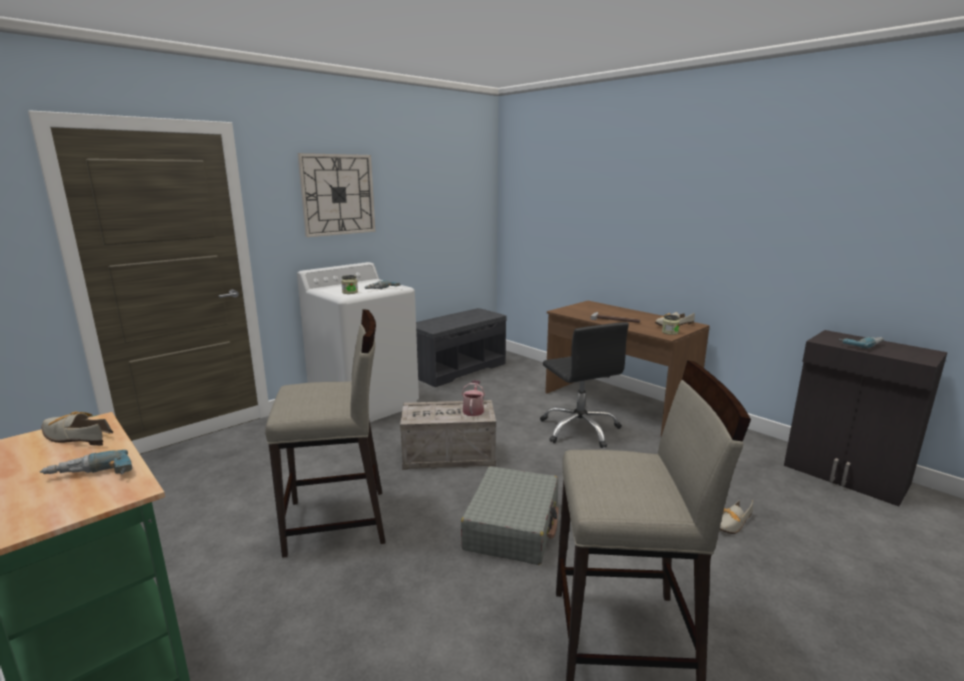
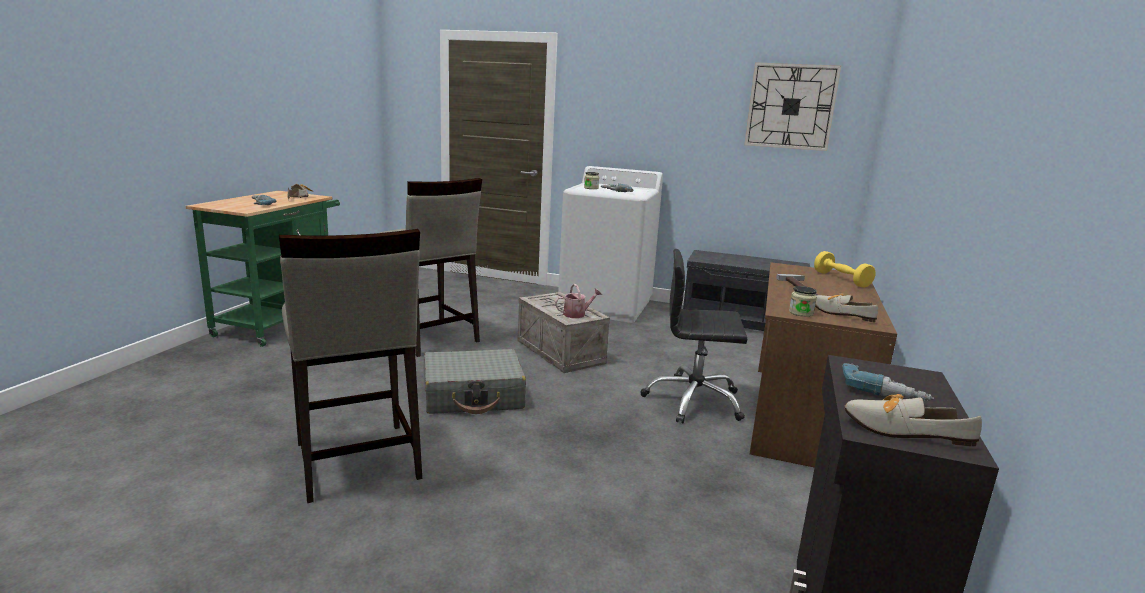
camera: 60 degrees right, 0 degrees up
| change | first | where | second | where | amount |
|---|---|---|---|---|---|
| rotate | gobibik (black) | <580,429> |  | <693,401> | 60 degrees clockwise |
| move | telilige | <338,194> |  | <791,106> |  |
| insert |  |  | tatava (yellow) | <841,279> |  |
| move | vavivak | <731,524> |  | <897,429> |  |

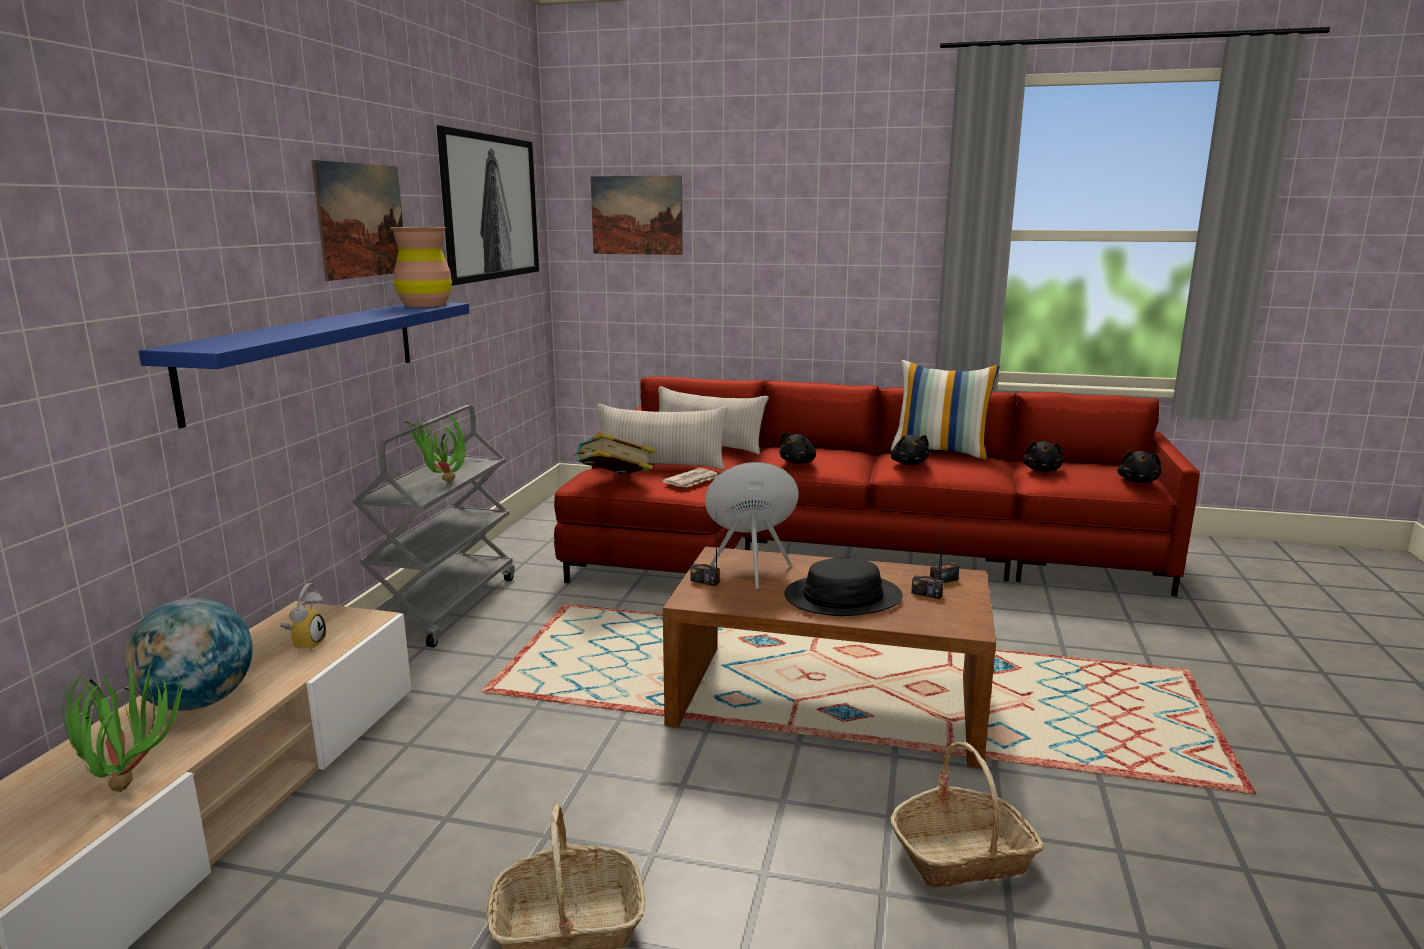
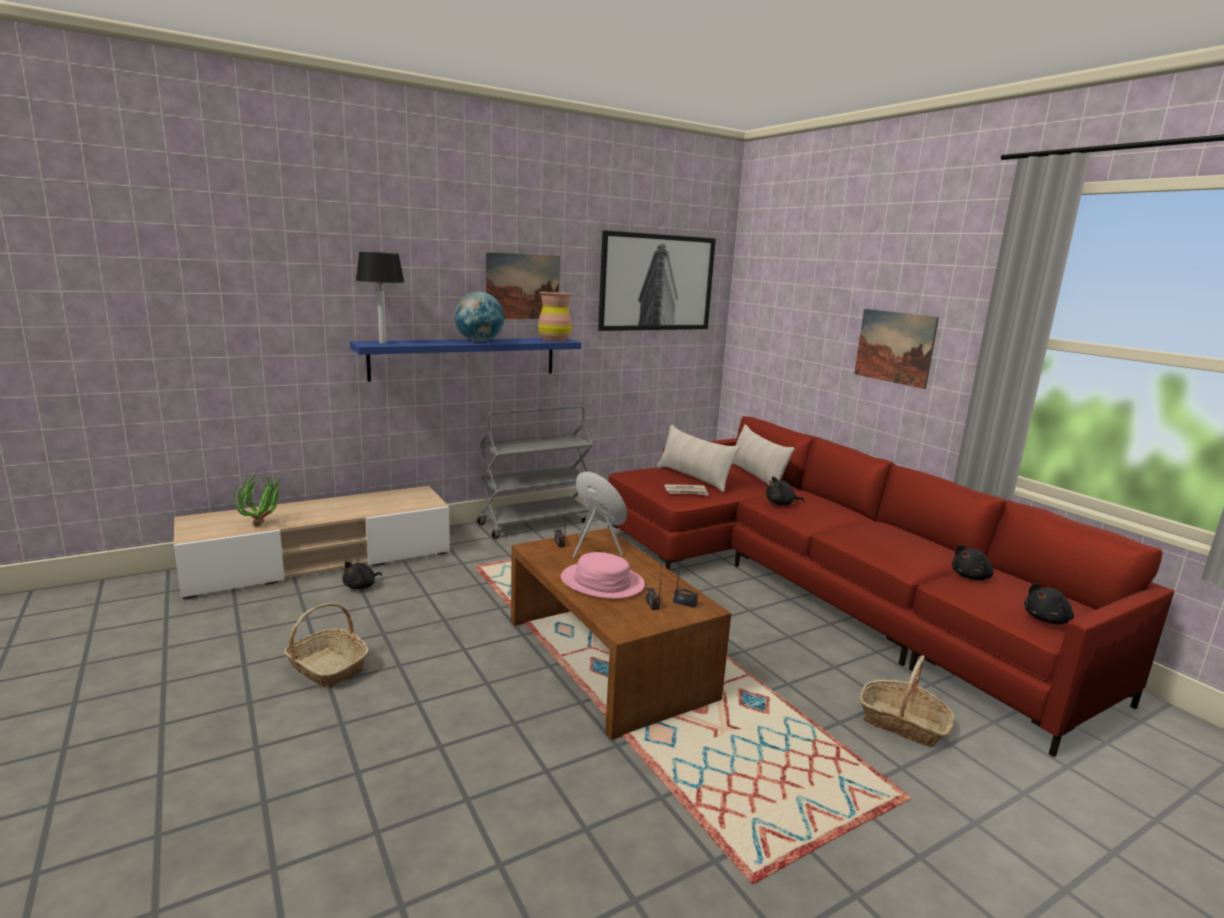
camera: 45 degrees right, 0 degrees up
| change | first | where | second | where | amount |
|---|---|---|---|---|---|
| move | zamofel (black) | <908,463> |  | <361,586> |  |
| insert |  |  | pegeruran | <382,342> |  |
| move | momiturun | <198,702> |  | <479,341> |  |
| recolor | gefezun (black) | <843,598> | gefezun (pink) | <602,582> |  |
| move | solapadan | <637,215> |  | <894,347> |  |
| move | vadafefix | <963,856> |  | <903,723> |  |
| delete | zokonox | <306,645> |  |  |  |
| delete | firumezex | <442,484> |  |  |  |
| delete | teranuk | <614,482> |  |  |  |
| delete | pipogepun | <940,452> |  |  |  |

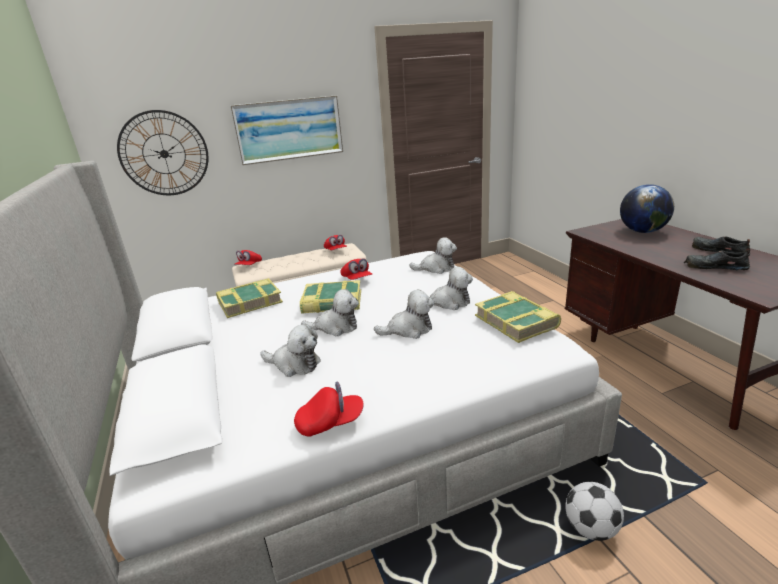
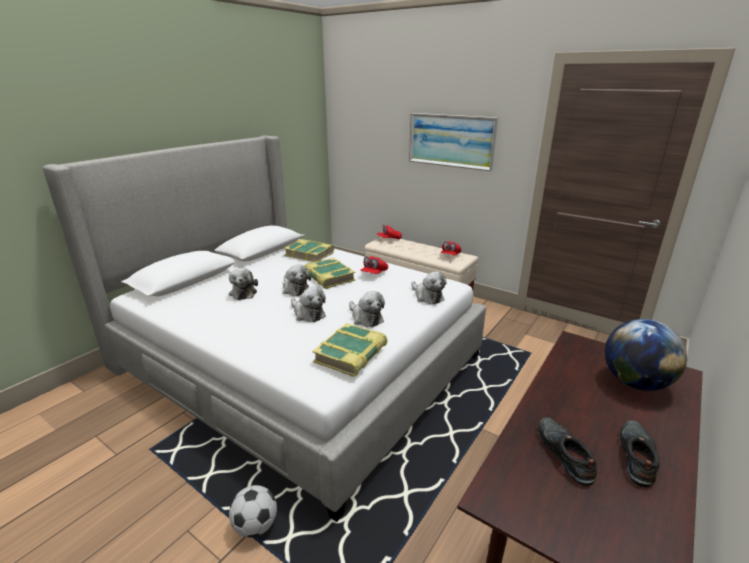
camera: 55 degrees right, 0 degrees up
| change | first | where | second | where | amount |
|---|---|---|---|---|---|
| delete | telilige | <164,154> |  |  |  |
| delete | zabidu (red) | <330,423> |  |  |  |

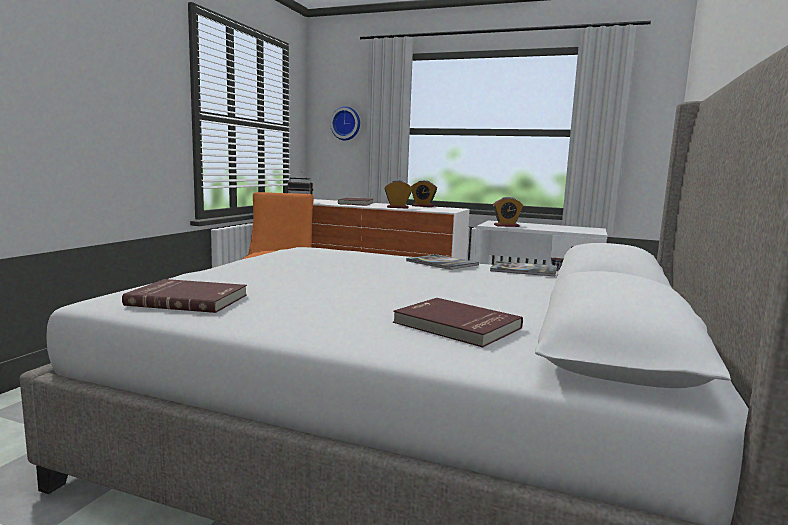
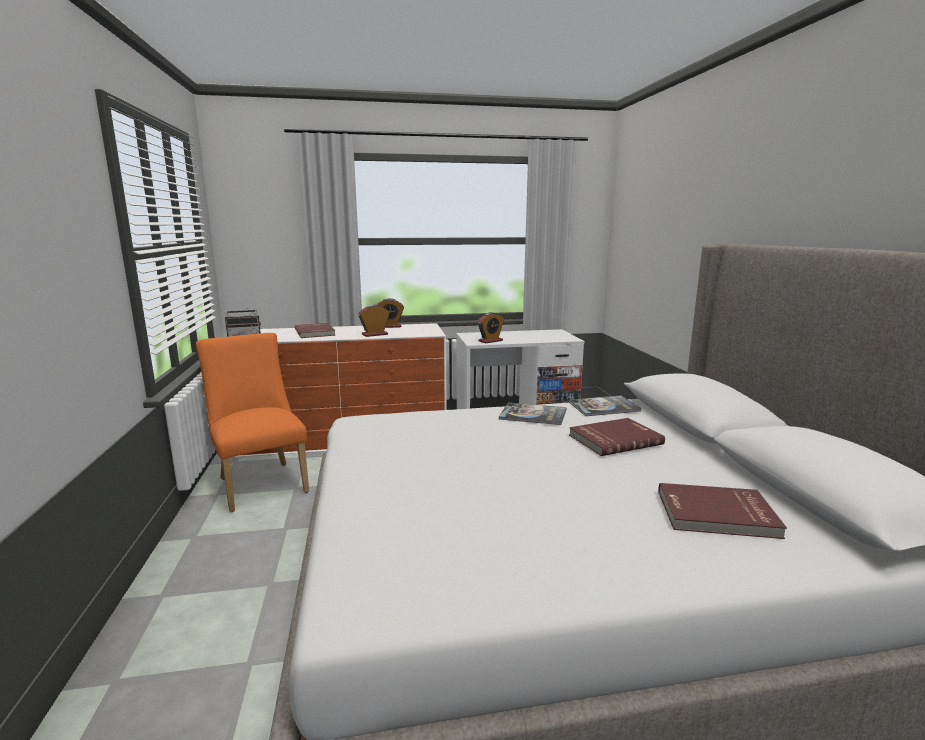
camera: 30 degrees left, 5 degrees up
| change | first | where | second | where | amount |
|---|---|---|---|---|---|
| move | teranuk (red) | <189,299> |  | <614,439> |  |
| delete | telilige | <346,123> |  |  |  |

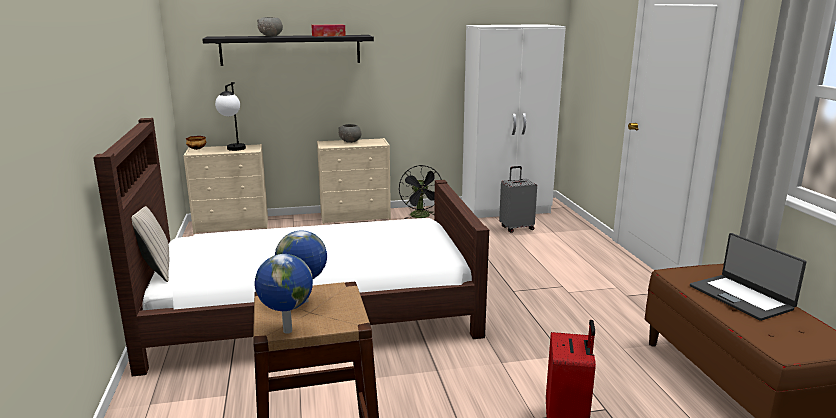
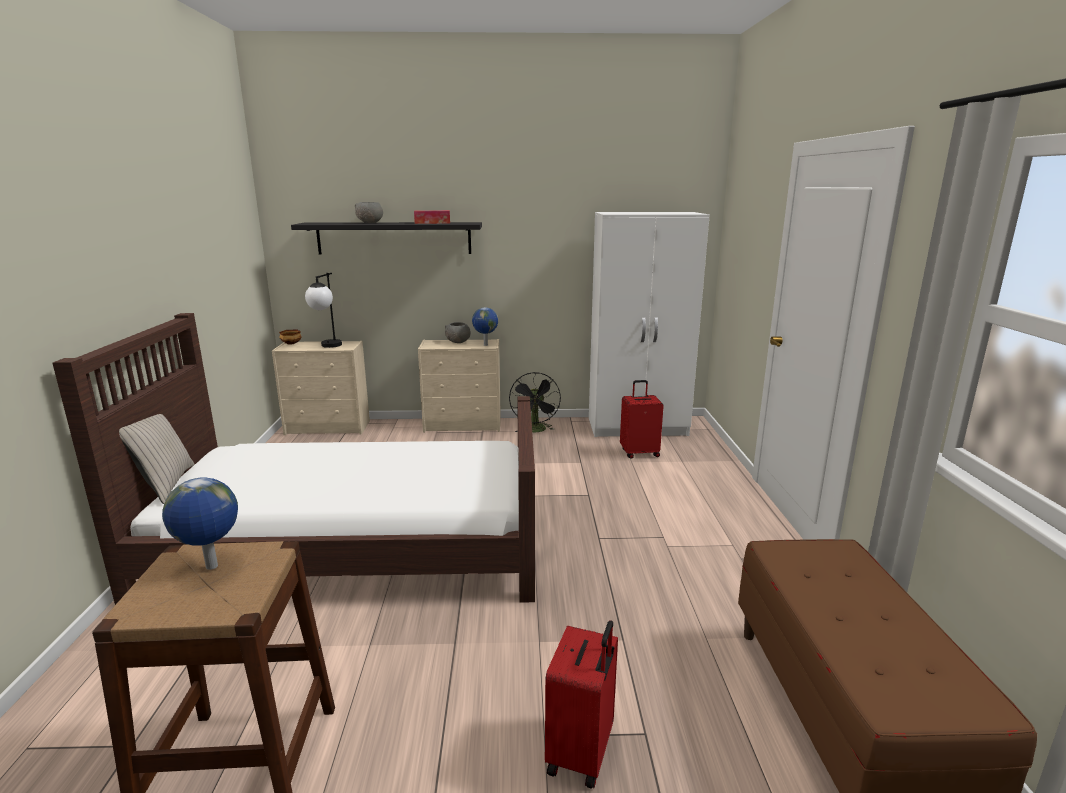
camera: 10 degrees right, 0 degrees up
| change | first | where | second | where | amount |
|---|---|---|---|---|---|
| move | momiturun | <286,331> |  | <485,345> |  |
| recolor | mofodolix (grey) | <516,228> | mofodolix (red) | <639,453> |  |
| delete | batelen | <741,297> |  |  |  |

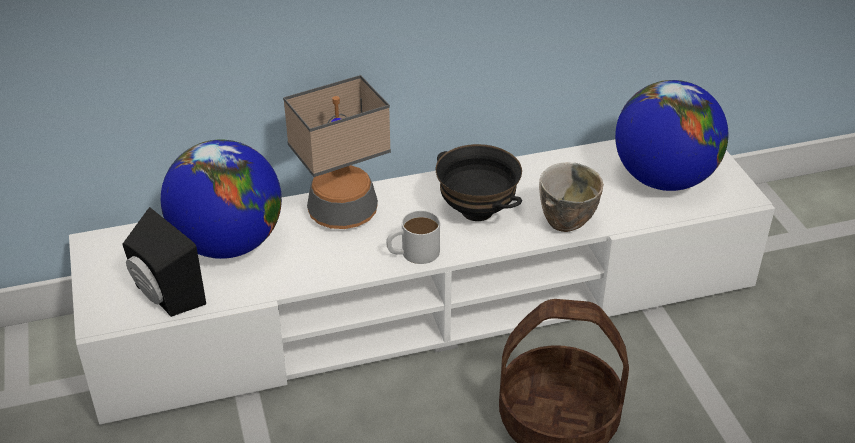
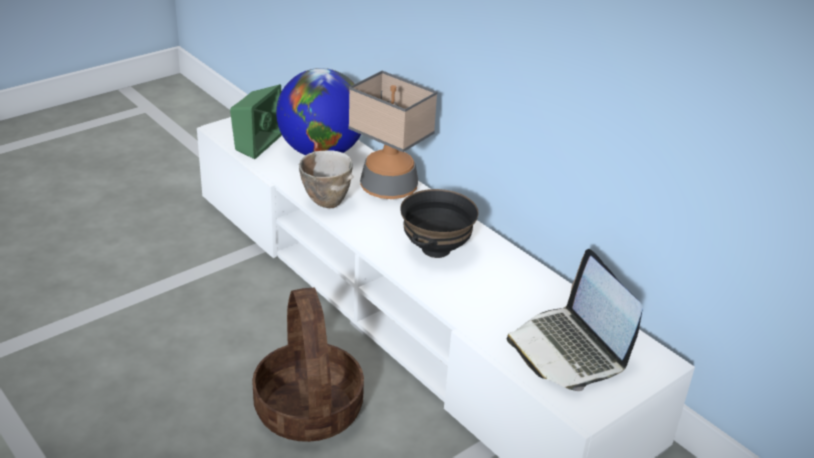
camera: 65 degrees right, 5 degrees down
| change | first | where | second | where | amount |
|---|---|---|---|---|---|
| recolor | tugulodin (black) | <164,297> | tugulodin (green) | <254,143> |  |
| move | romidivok | <564,226> |  | <324,202> |  |
| replace | momiturun | <663,179> | batelen | <569,350> |  |
| delete | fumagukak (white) | <413,253> |  |  |  |

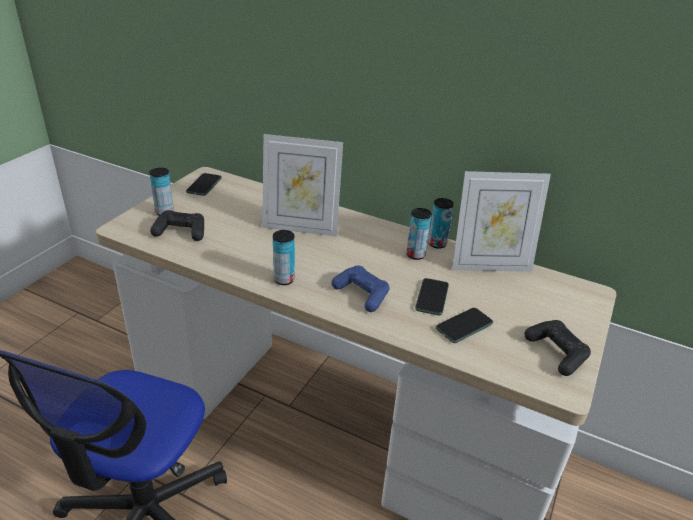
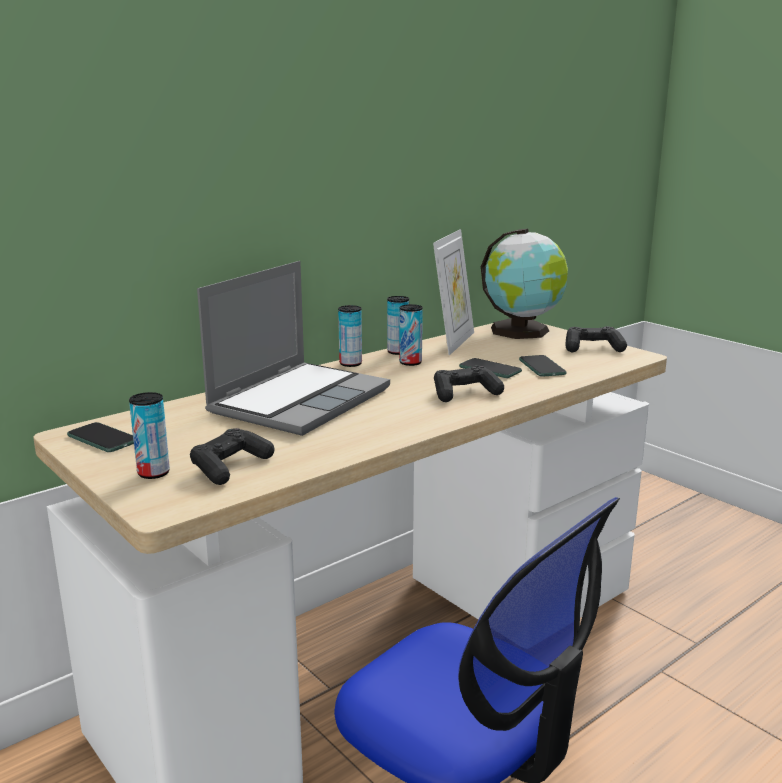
camera: 65 degrees left, 15 degrees down
| change | first | where | second | where | amount |
|---|---|---|---|---|---|
| replace | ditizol | <300,228> | batelen | <300,400> |  |
| move | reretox | <284,279> |  | <350,364> |  |
| recolor | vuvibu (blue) | <361,294> | vuvibu (black) | <465,393> |  |
| insert |  |  | momiturun | <522,331> |  |

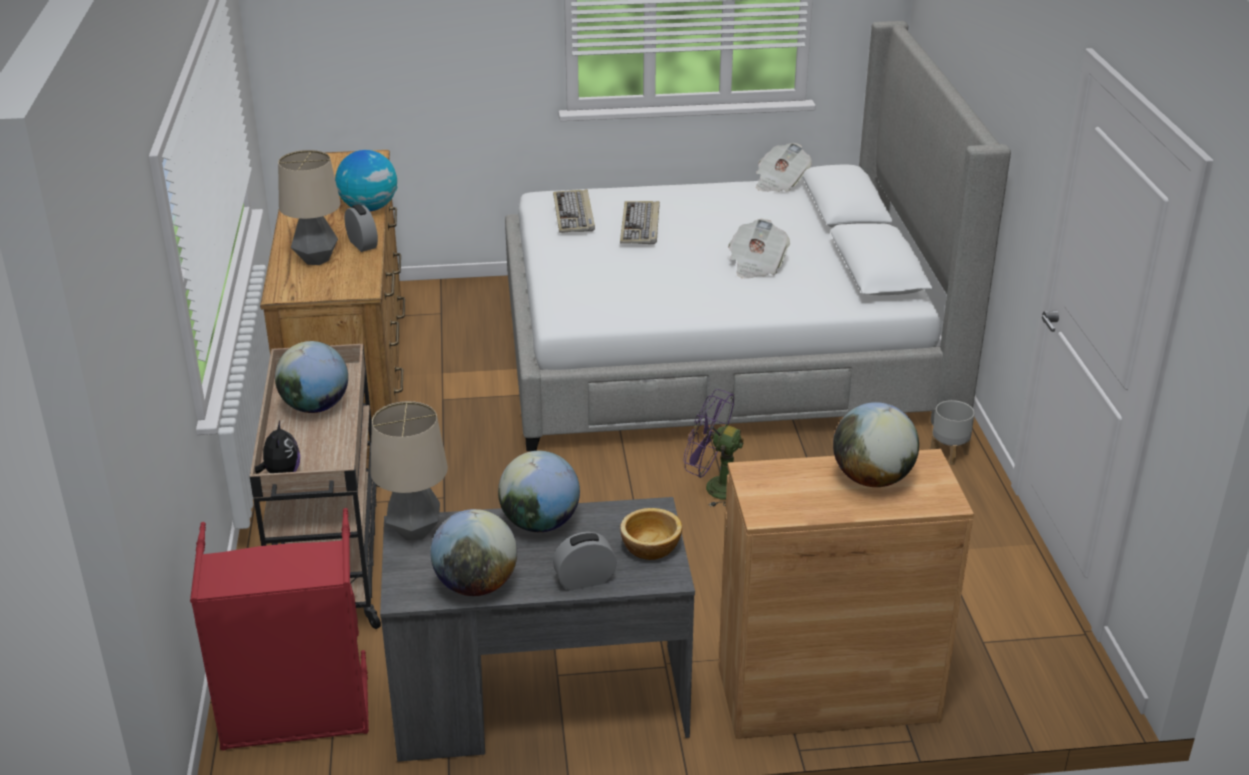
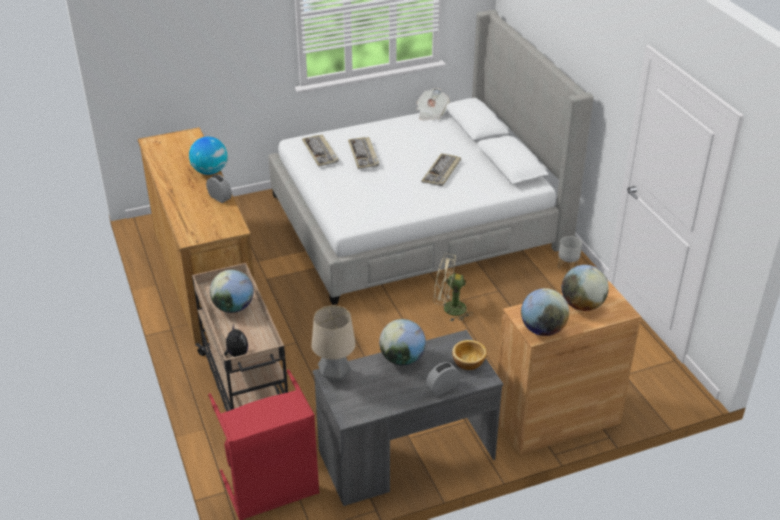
camera: 15 degrees left, 5 degrees up
| change | first | where | second | where | amount |
|---|---|---|---|---|---|
| replace | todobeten | <756,265> | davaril | <441,172> |  |
| recolor | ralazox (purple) | <715,487> | ralazox (beige) | <449,309> |  |
| move | momiturun | <476,585> |  | <542,330> |  |
| delete | pegeruran | <316,260> |  |  |  |

